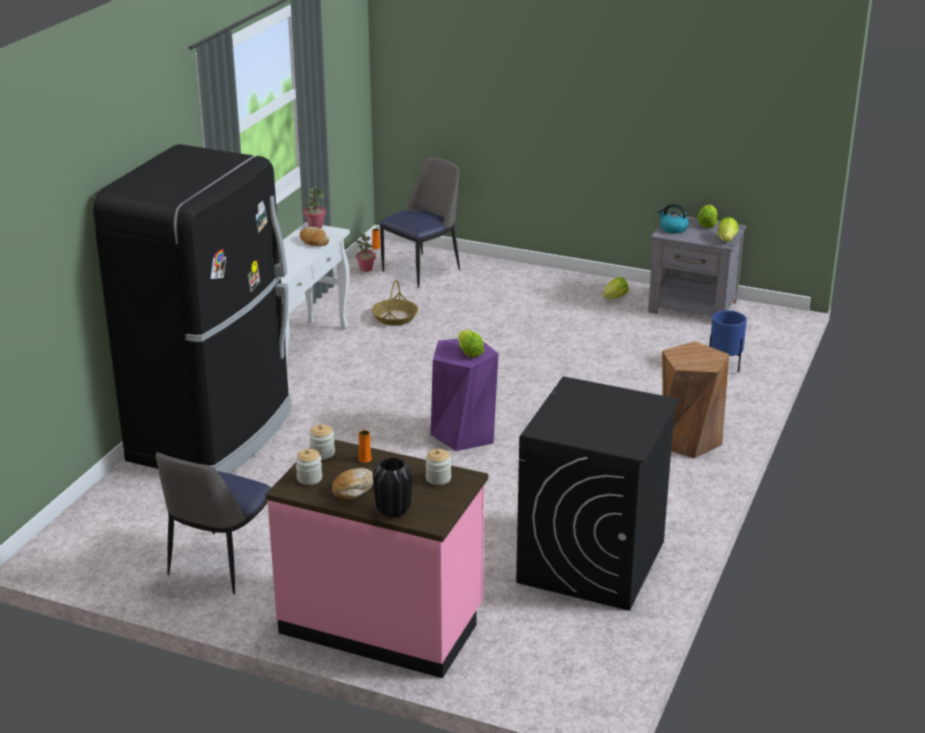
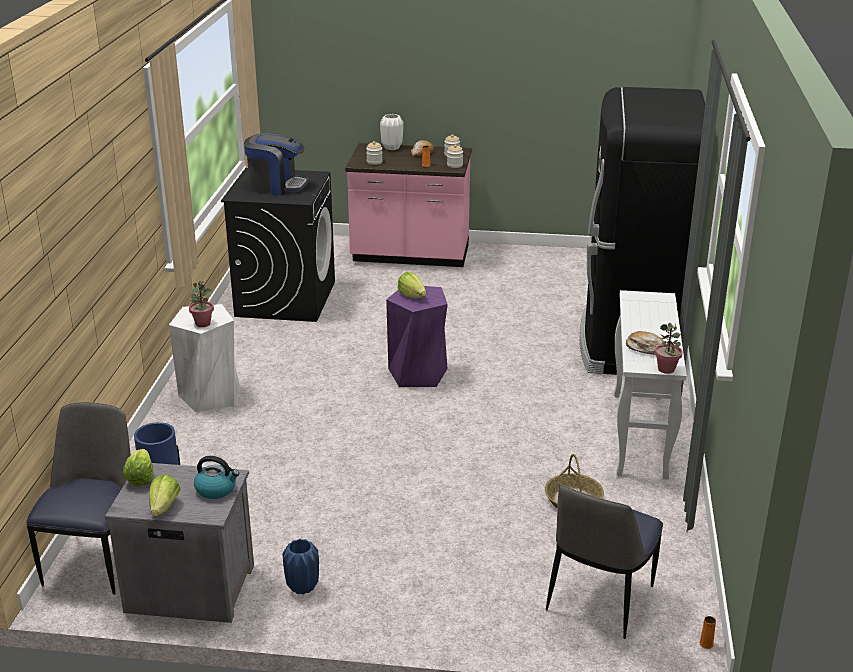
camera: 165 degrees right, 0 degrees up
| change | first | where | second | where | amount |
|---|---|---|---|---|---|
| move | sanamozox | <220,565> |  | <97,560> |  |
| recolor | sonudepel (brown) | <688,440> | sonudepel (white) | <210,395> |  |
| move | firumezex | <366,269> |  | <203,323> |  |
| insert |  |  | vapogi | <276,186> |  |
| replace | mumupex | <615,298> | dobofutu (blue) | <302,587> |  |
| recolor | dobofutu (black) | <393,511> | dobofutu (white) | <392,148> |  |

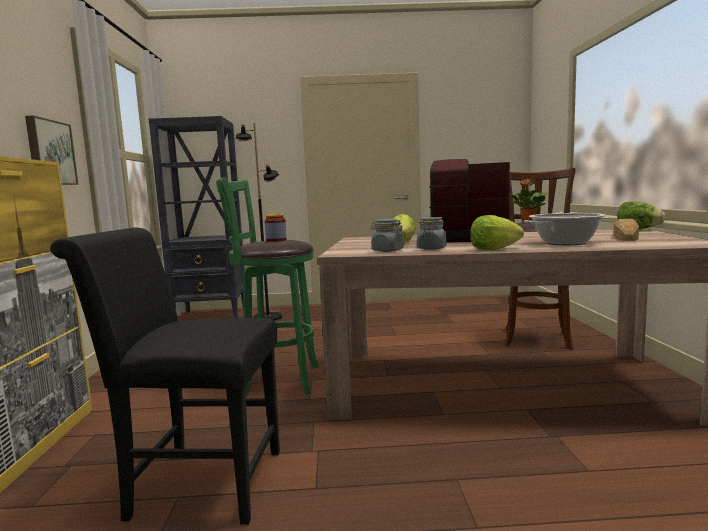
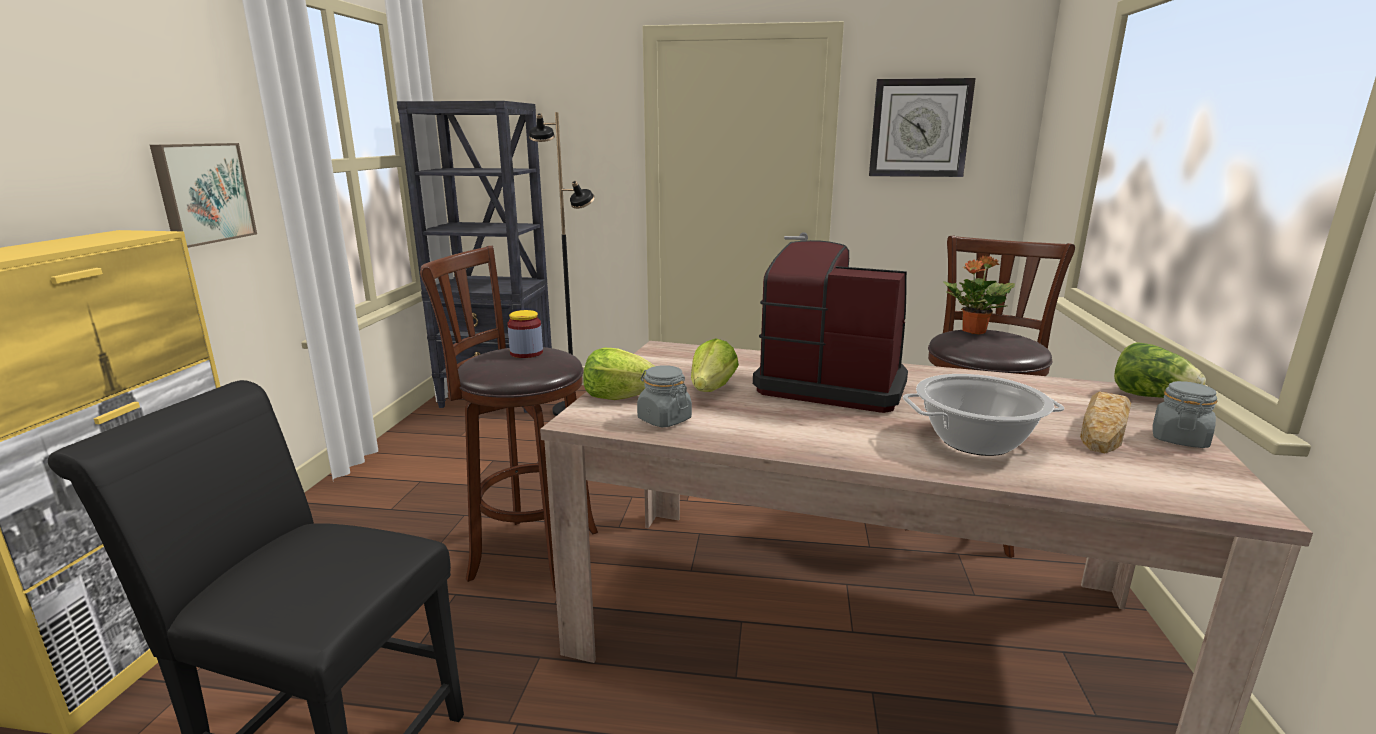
camera: 10 degrees right, 10 degrees up
| change | first | where | second | where | amount |
|---|---|---|---|---|---|
| recolor | sonudepel (green) | <277,380> | sonudepel (brown) | <528,553> |  |
| move | mumupex | <493,249> |  | <619,396> |  |
| insert |  |  | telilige | <919,128> |  |
| move | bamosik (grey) | <431,248> |  | <1179,439> |  |

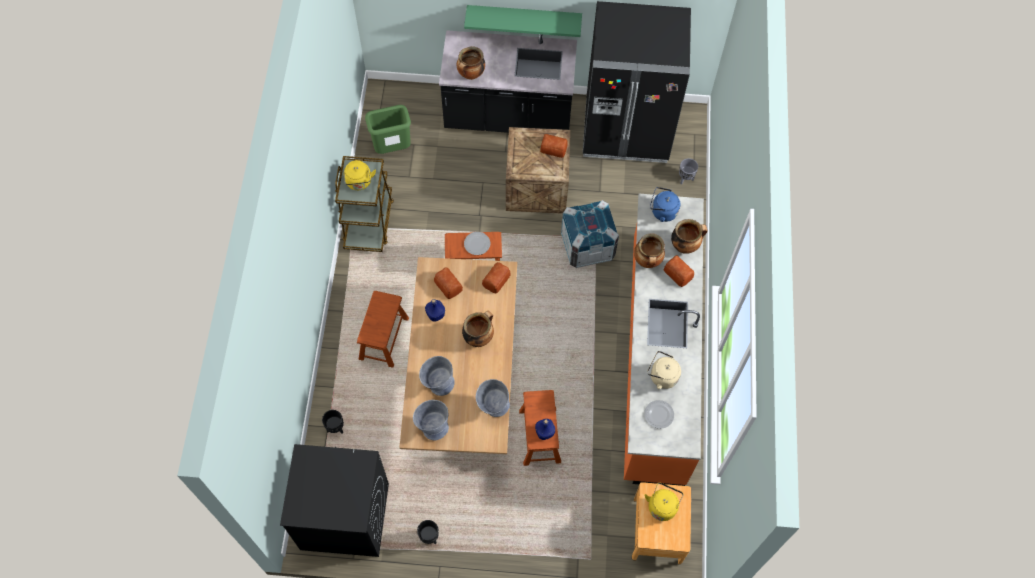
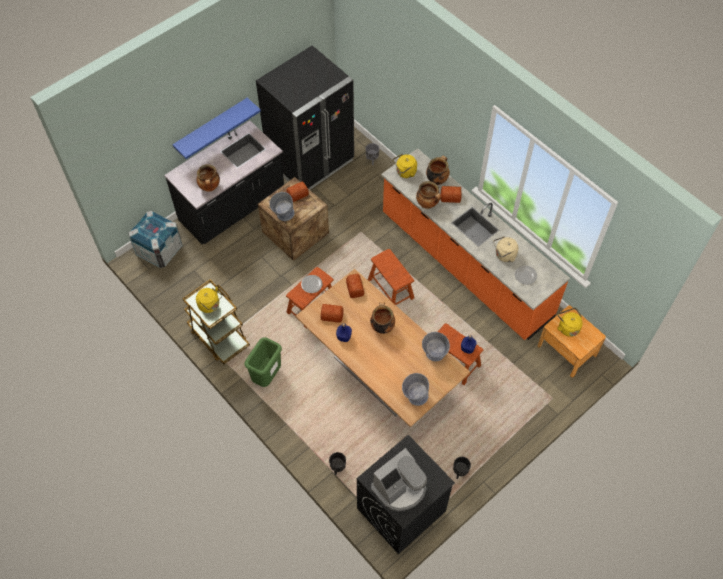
camera: 45 degrees left, 5 degrees down
| change | first | where | second | where | amount |
|---|---|---|---|---|---|
| move | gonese | <587,246> |  | <159,250> |  |
| recolor | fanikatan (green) | <524,17> | fanikatan (blue) | <211,127> |  |
| move | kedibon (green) | <392,148> |  | <267,376> |  |
| move | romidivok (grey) | <437,383> |  | <282,215> |  |
| move | sonudepel (brown) | <384,338> |  | <390,289> |  |
| insert |  |  | vapogi | <400,488> |  |
| recolor | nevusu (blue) | <662,211> | nevusu (yellow) | <405,172> |  |

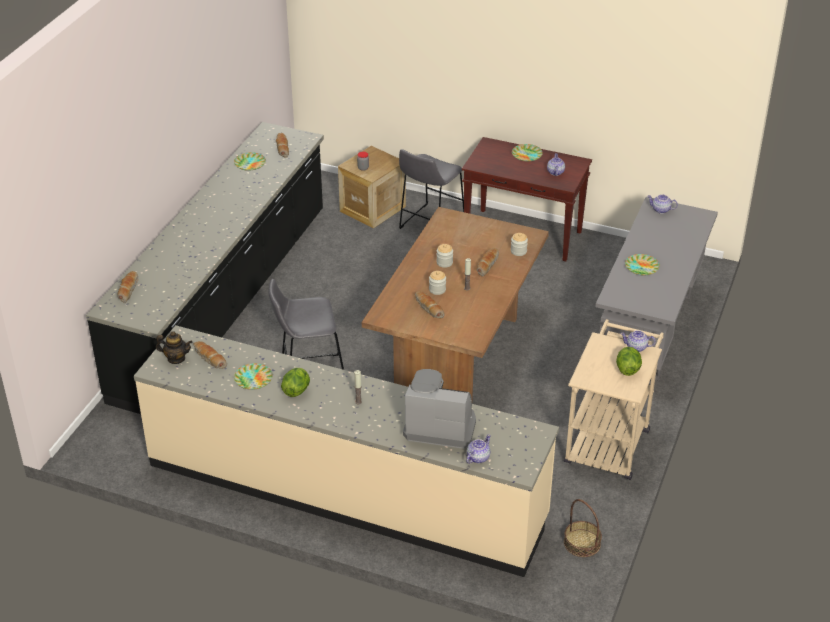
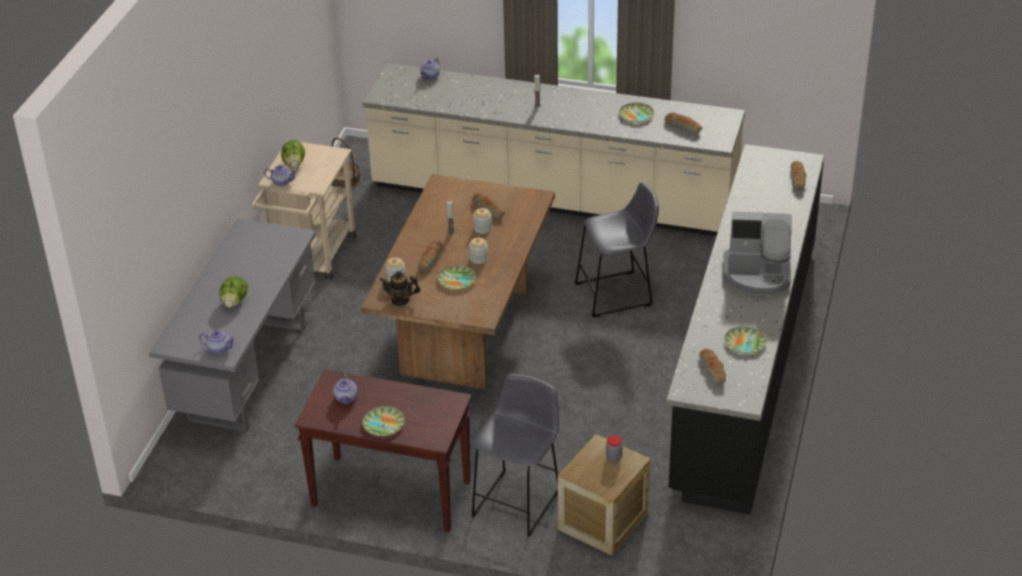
camera: 175 degrees right, 0 degrees up
| change | first | where | second | where | amount |
|---|---|---|---|---|---|
| move | mumupex | <296,390> |  | <234,302> |  |
| move | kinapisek | <176,358> |  | <400,300> |  |
| move | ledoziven | <641,267> |  | <457,279> |  |
| move | vapogi | <440,425> |  | <757,275> |  |

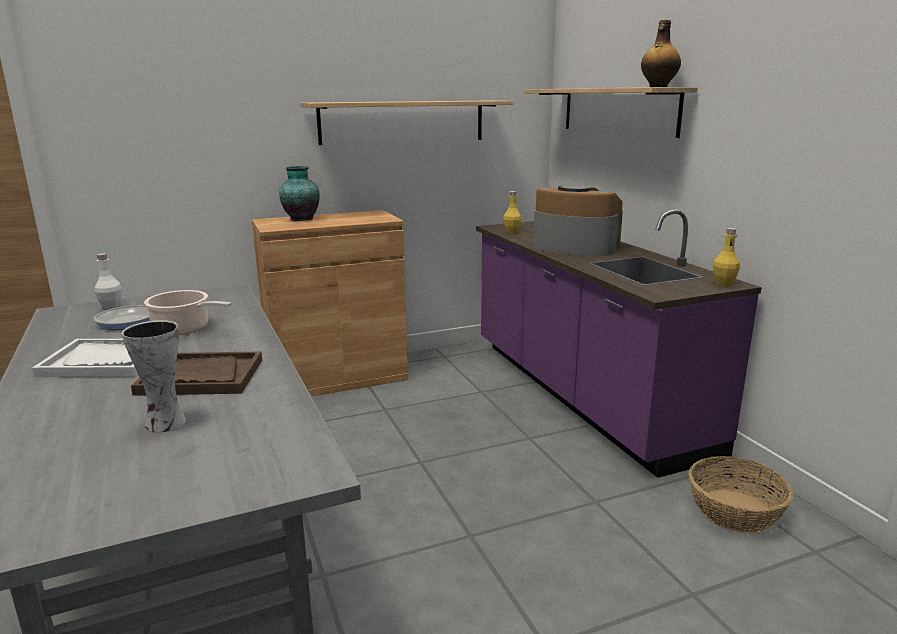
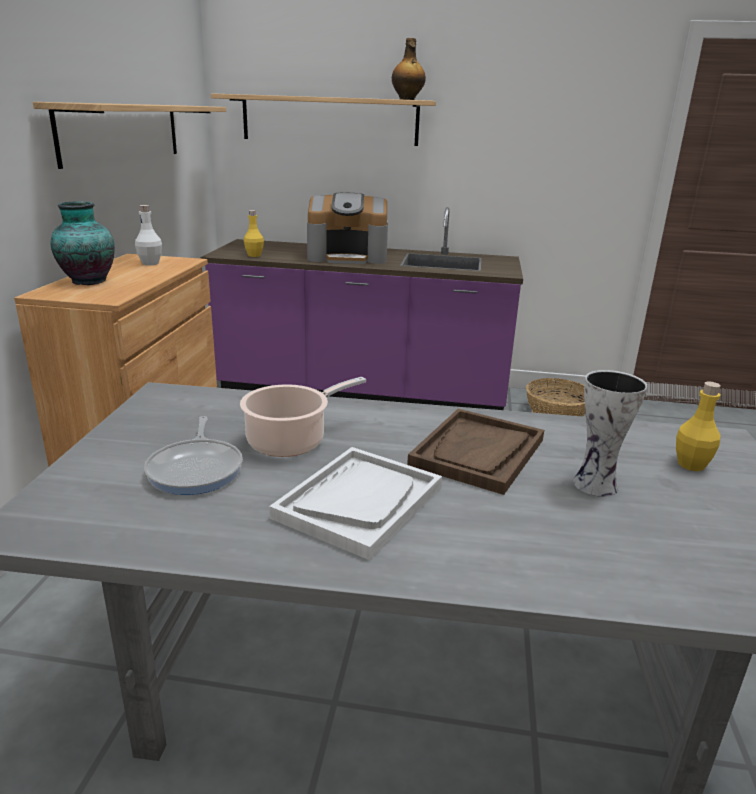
camera: 60 degrees left, 5 degrees up
| change | first | where | second | where | amount |
|---|---|---|---|---|---|
| move | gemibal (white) | <111,306> |  | <150,263> |  |
| rotate | vapogi | <574,247> |  | <348,257> | 150 degrees counterclockwise |
| move | gemibal (yellow) | <723,283> |  | <691,465> |  |

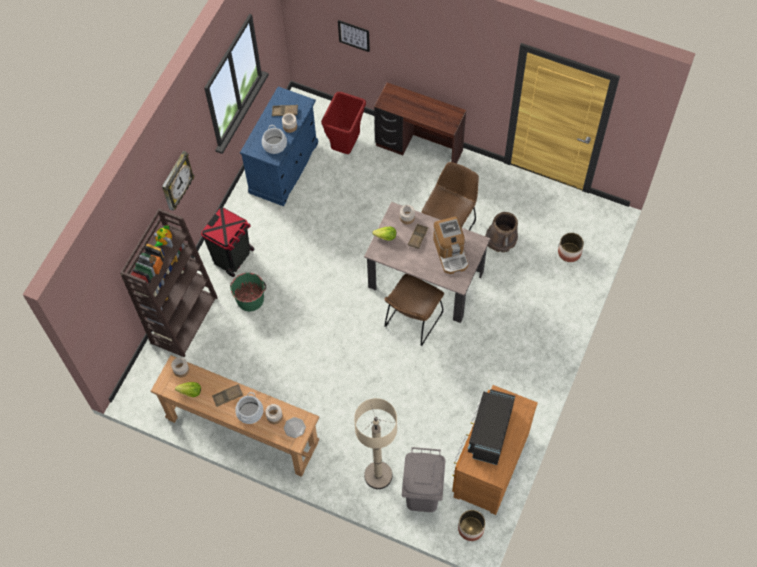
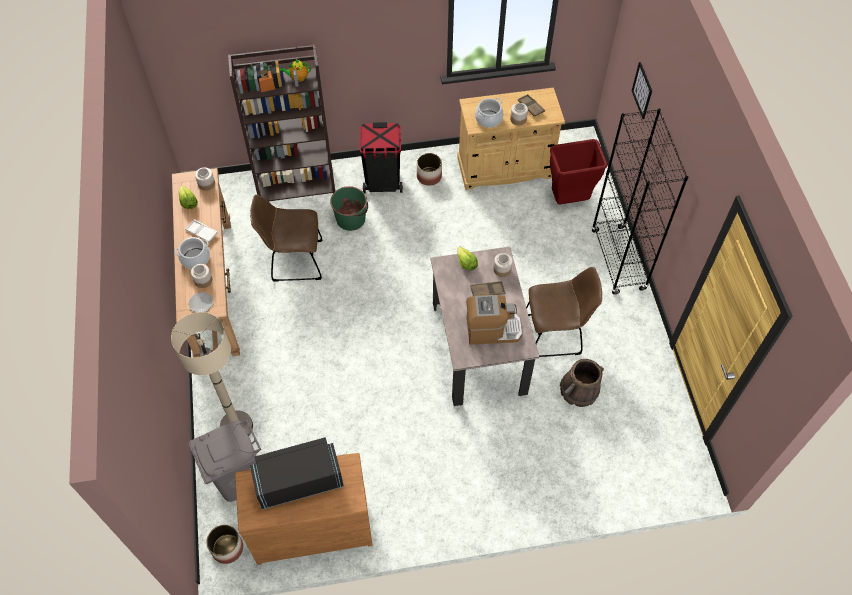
camera: 55 degrees right, 5 degrees down
| change | first | where | second | where | amount |
|---|---|---|---|---|---|
| recolor | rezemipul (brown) | <227,396> | rezemipul (white) | <202,232> |  |
| move | sanamozox (brown) | <412,322> |  | <294,261> |  |
| move | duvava | <569,252> |  | <429,176> |  |
| recolor | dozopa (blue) | <284,167> | dozopa (beige) | <505,167> |  |
| rotate | vapogi | <450,253> |  | <492,330> | 135 degrees counterclockwise |
| replace | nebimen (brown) | <419,149> | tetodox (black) | <618,260> |  |
| delete | telilige | <176,181> |  |  |  |

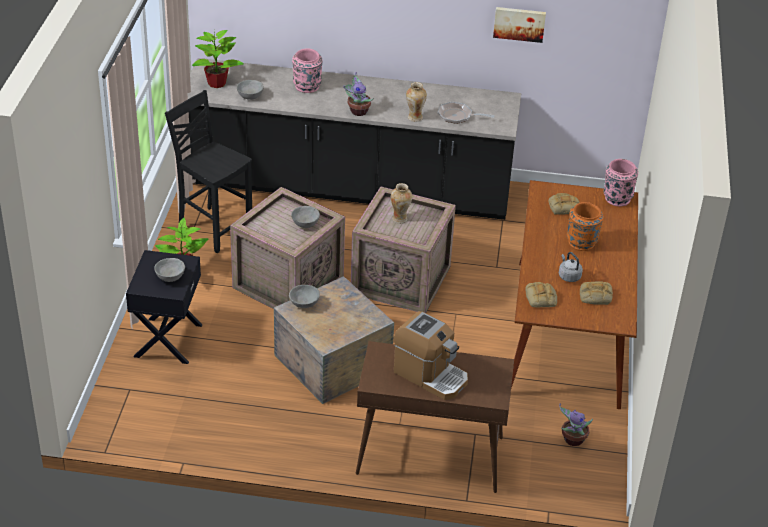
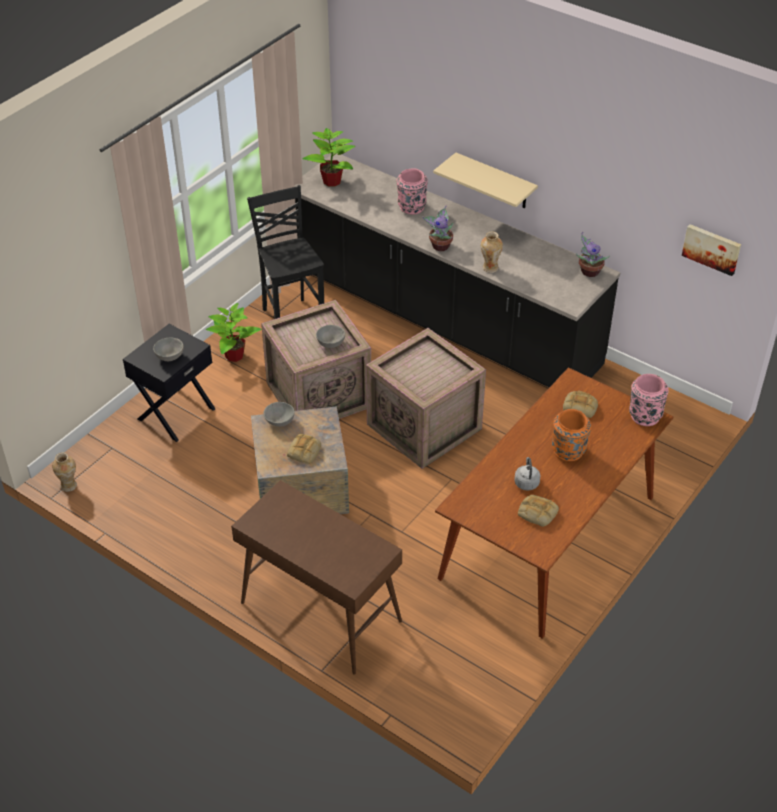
camera: 30 degrees right, 5 degrees up
| change | first | where | second | where | amount |
|---|---|---|---|---|---|
| move | dobofutu | <400,219> |  | <69,486> |  |
| move | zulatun | <541,298> |  | <304,452> |  |
| insert |  |  | fanikatan (beige) | <495,181> |  |
| move | firumezex | <572,440> |  | <588,271> |  |
| move | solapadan | <519,23> |  | <712,248> |  |
| delete | romidivok (grey) | <250,97> |  |  |  |
| delete | vapogi | <430,375> |  |  |  |
| delete | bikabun | <458,116> |  |  |  |

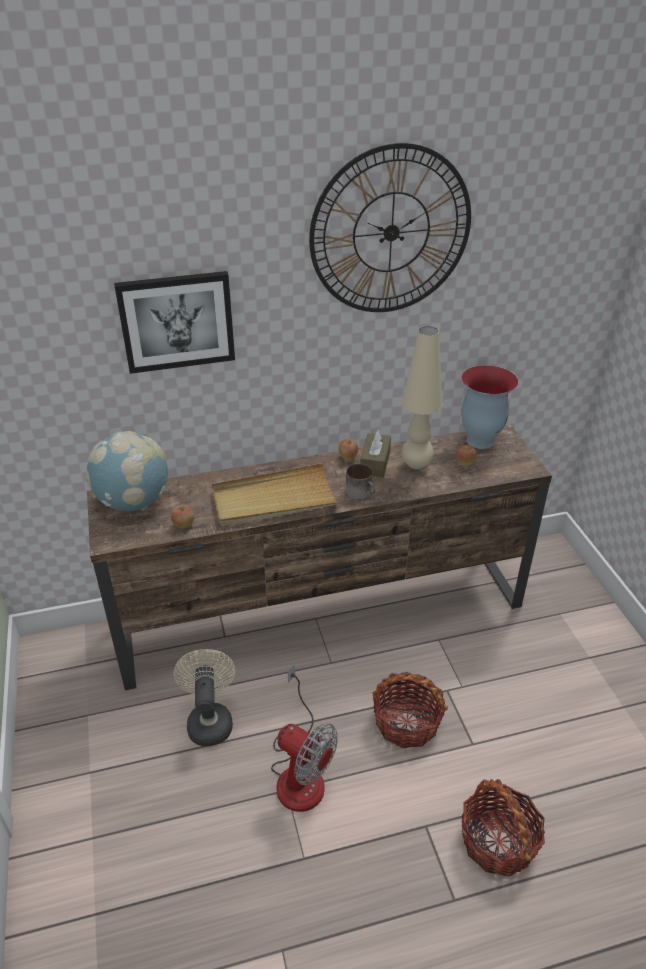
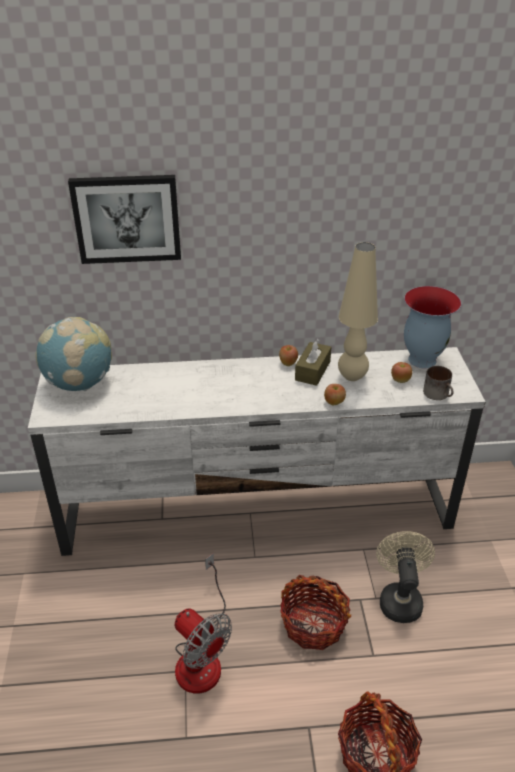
camera: 10 degrees right, 0 degrees up
| change | first | where | second | where | amount |
|---|---|---|---|---|---|
| recolor | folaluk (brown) | <324,615> | folaluk (white) | <259,511> |  |
| move | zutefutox | <184,525> |  | <334,402> |  |
| move | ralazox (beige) | <209,720> |  | <399,598> |  |
| move | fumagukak | <362,493> |  | <439,394> |  |
| delete | rezemipul (beige) | <274,499> |  |  |  |
| delete | telilige | <391,232> |  |  |  |

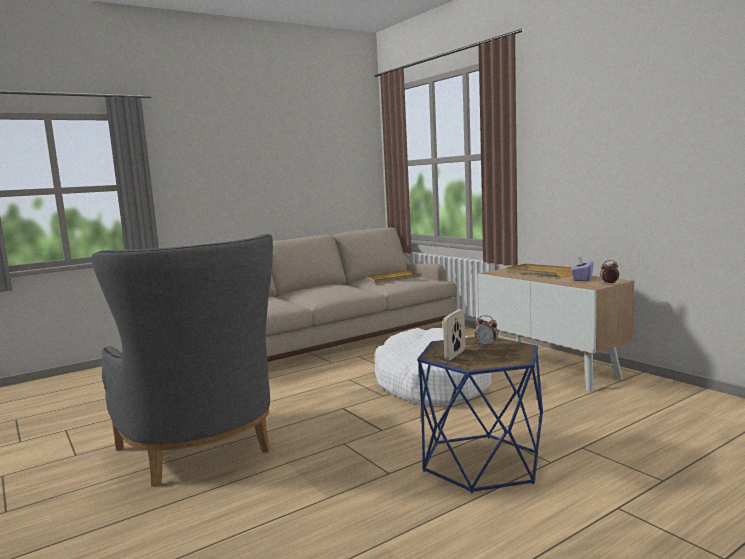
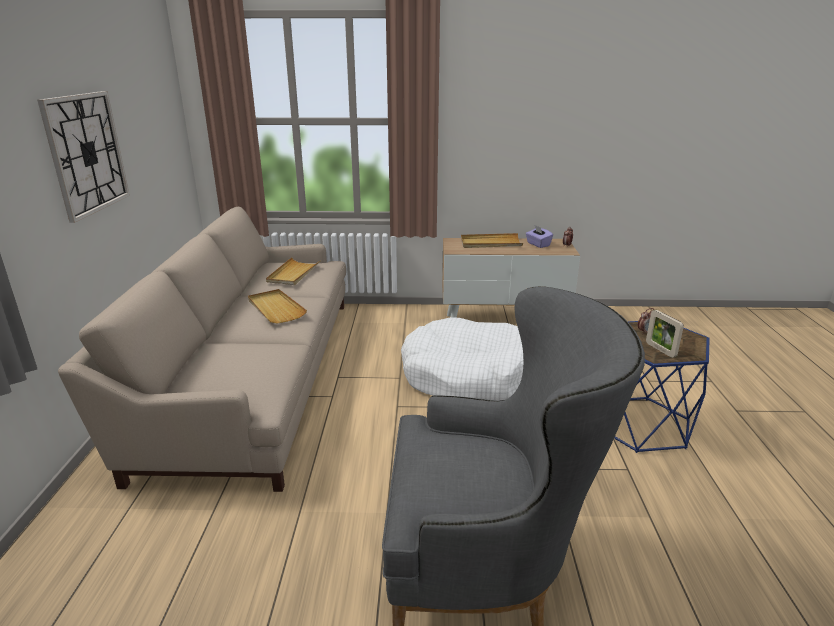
camera: 55 degrees left, 15 degrees up
| change | first | where | second | where | amount |
|---|---|---|---|---|---|
| insert |  |  | telilige | <87,153> |  |
| insert |  |  | rezemipul (beige) | <275,308> |  |

